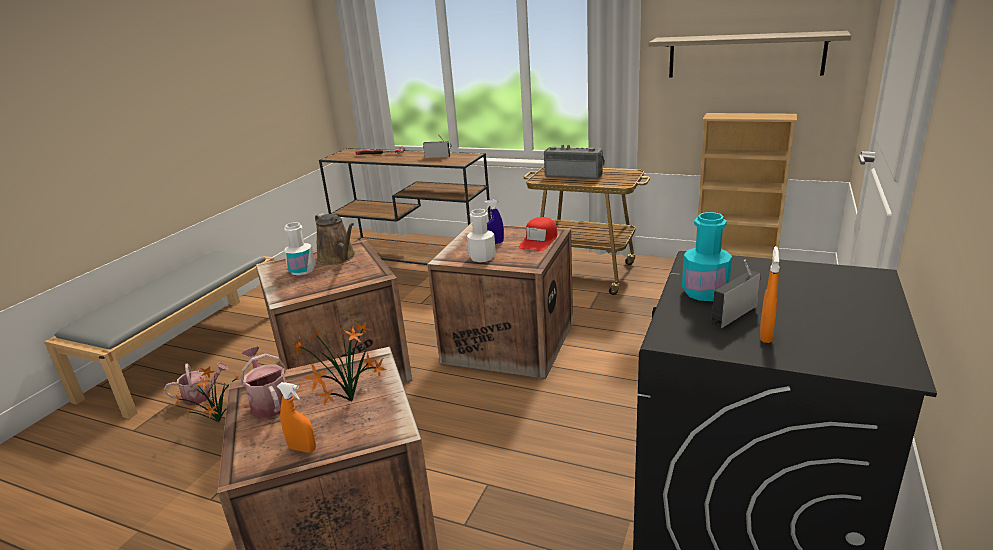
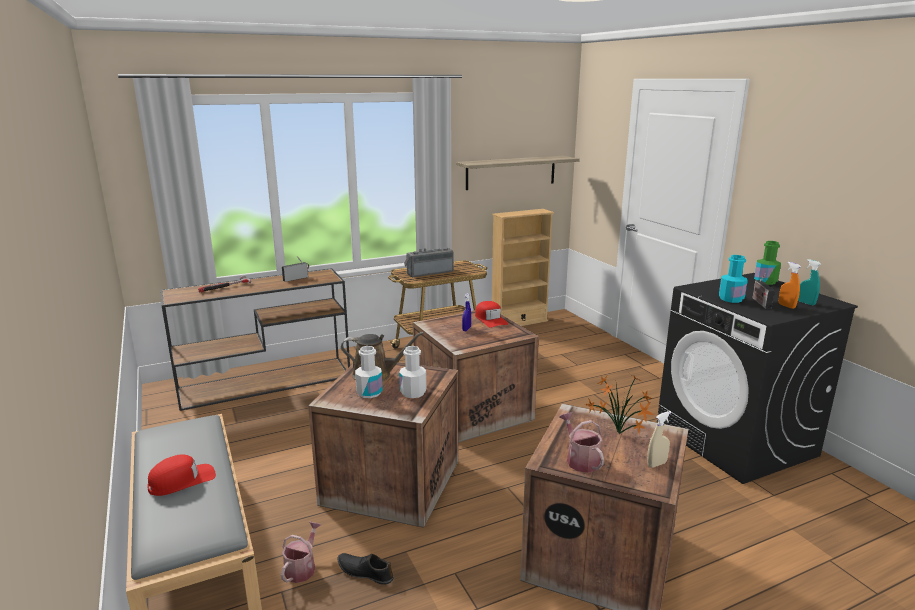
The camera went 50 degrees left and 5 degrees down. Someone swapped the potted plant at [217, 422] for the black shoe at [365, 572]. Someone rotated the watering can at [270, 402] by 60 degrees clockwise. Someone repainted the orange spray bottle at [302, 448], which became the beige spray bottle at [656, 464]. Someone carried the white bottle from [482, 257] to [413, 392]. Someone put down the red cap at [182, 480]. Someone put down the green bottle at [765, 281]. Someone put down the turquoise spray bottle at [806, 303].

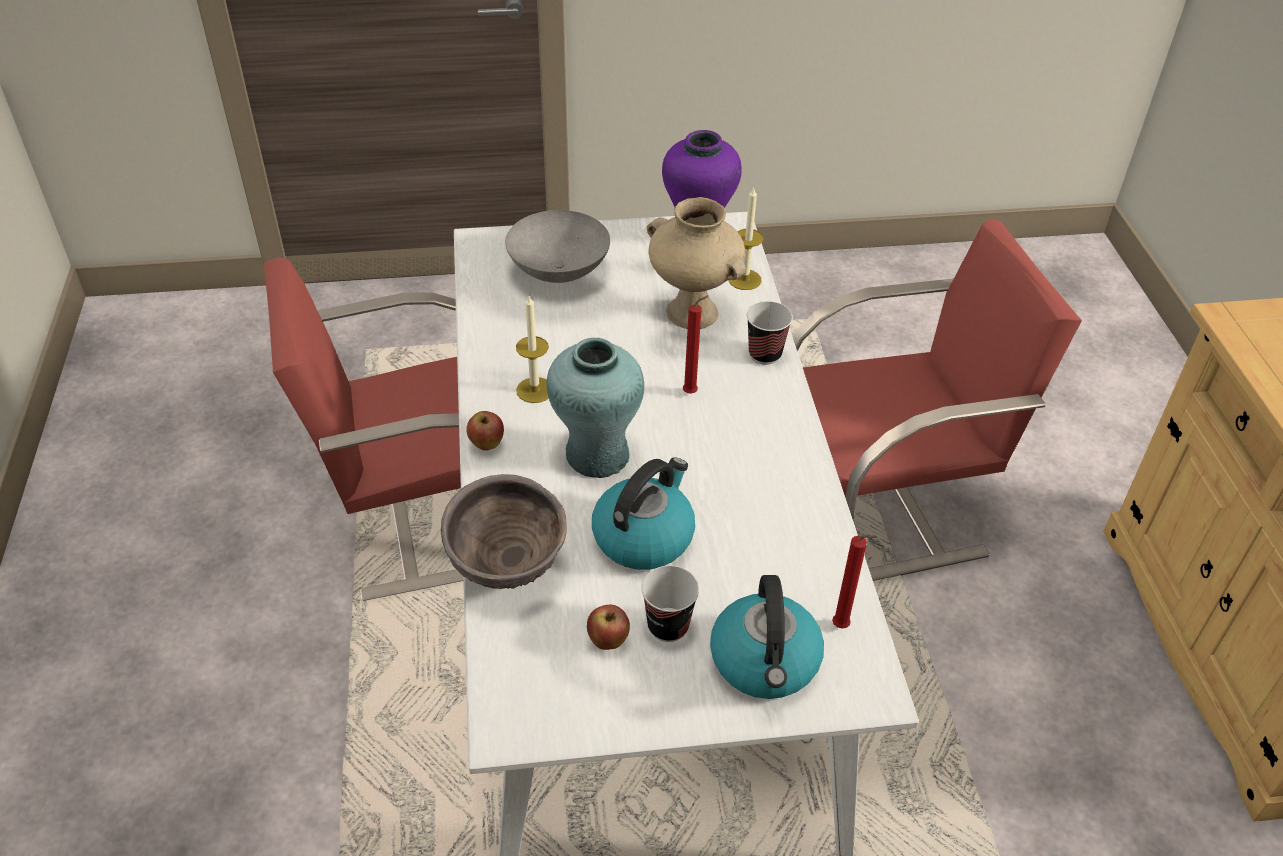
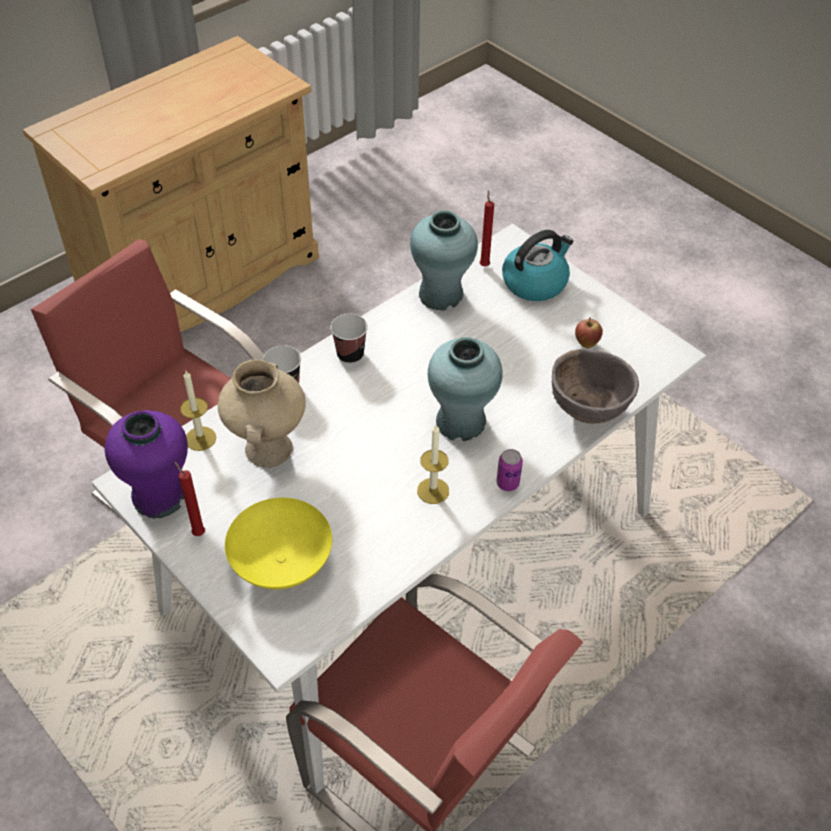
The camera went 125 degrees left and 5 degrees up. Someone swapped the apple at [487, 445] for the can at [507, 483]. Someone repainted the grey bowl at [557, 271], which became the yellow bowl at [282, 564]. Someone took away the kettle at [644, 536]. Someone carried the cup from [668, 626] to [350, 355]. Someone carried the red candle from [692, 392] to [197, 532]. Someone put down the turquoise vase at [441, 294].

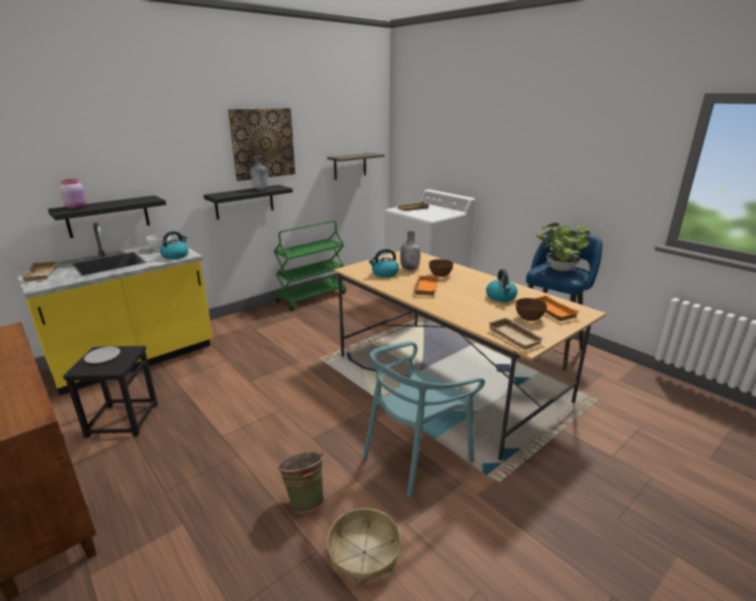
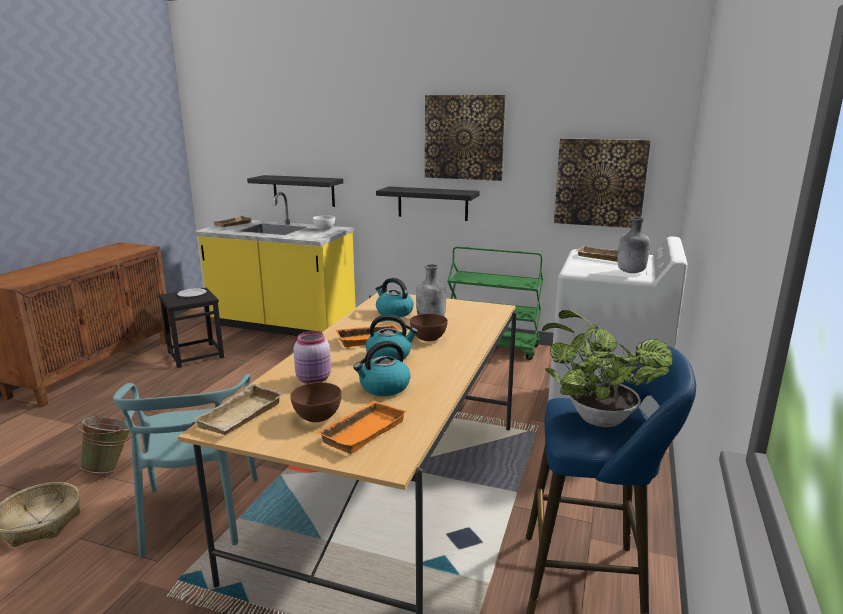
The camera went 60 degrees right and 5 degrees down. Someone carried the pink jar from [77, 207] to [314, 379]. Someone carried the kettle from [175, 255] to [389, 355]. Someone carried the grey bottle from [261, 189] to [631, 272]. Someone swapped the shelf at [350, 166] for the picture at [600, 183]. Someone rotated the turquoise chair at [416, 456] by 120 degrees counterclockwise.

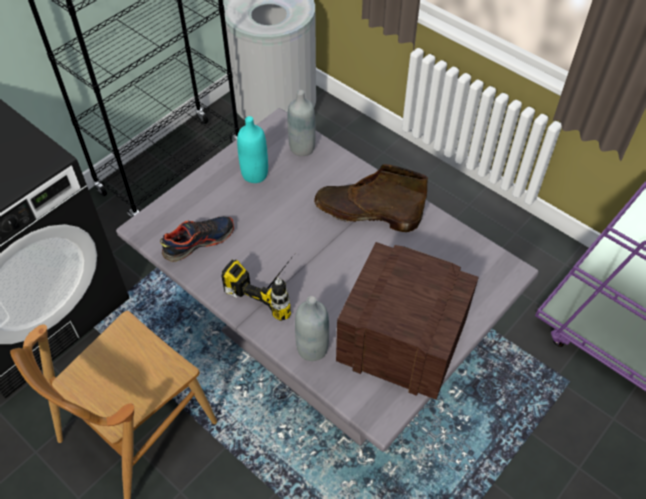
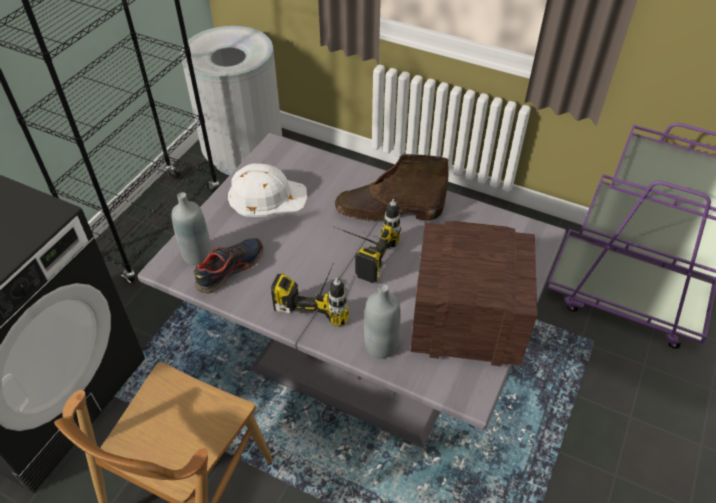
The camera went 15 degrees left and 5 degrees down. Someone swapped the turquoise bottle at [255, 174] for the white hard hat at [266, 196]. Someone carried the grey bottle from [302, 148] to [197, 255]. Someone put down the power drill at [358, 251].

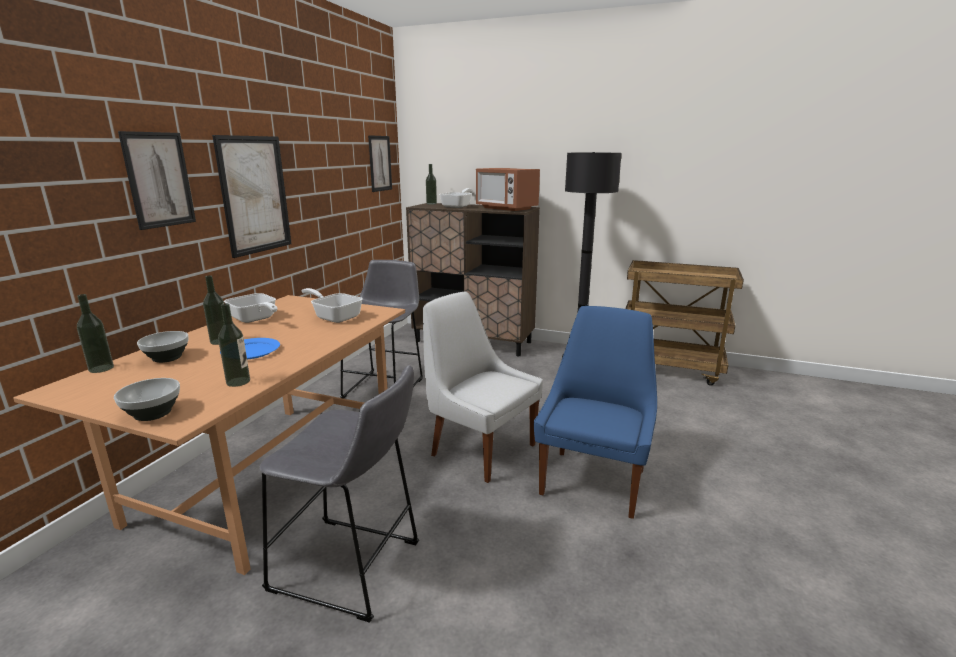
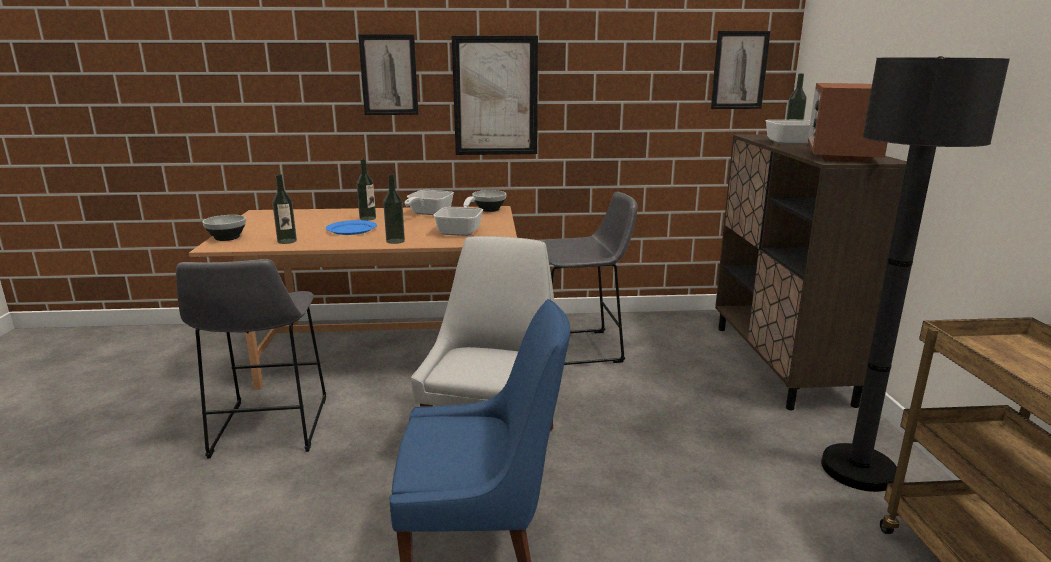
The camera went 65 degrees right and 0 degrees up. Someone carried the bottle from [101, 368] to [395, 241]. Someone carried the bowl from [168, 358] to [490, 209].

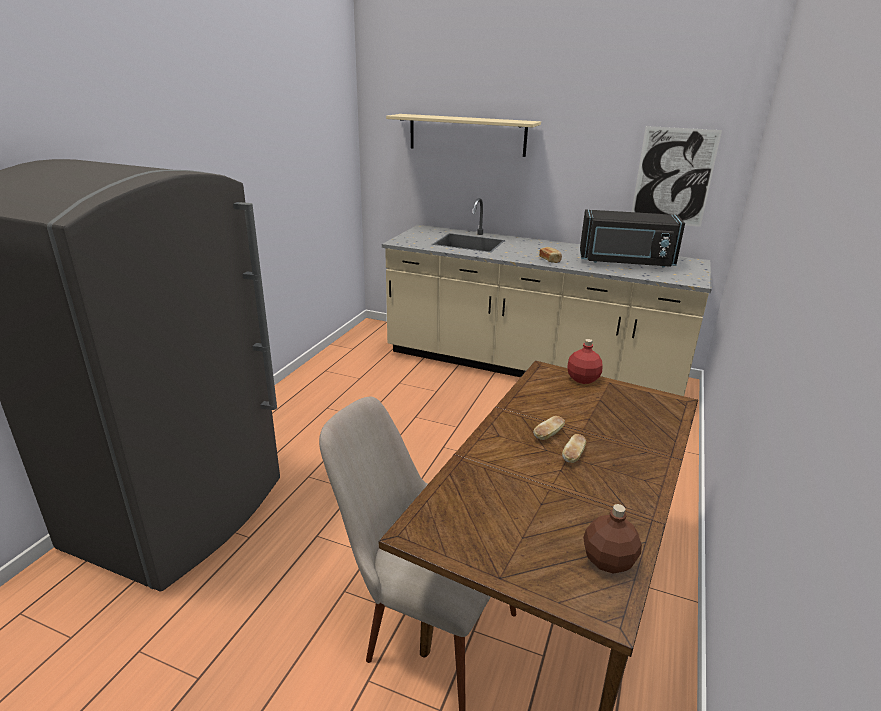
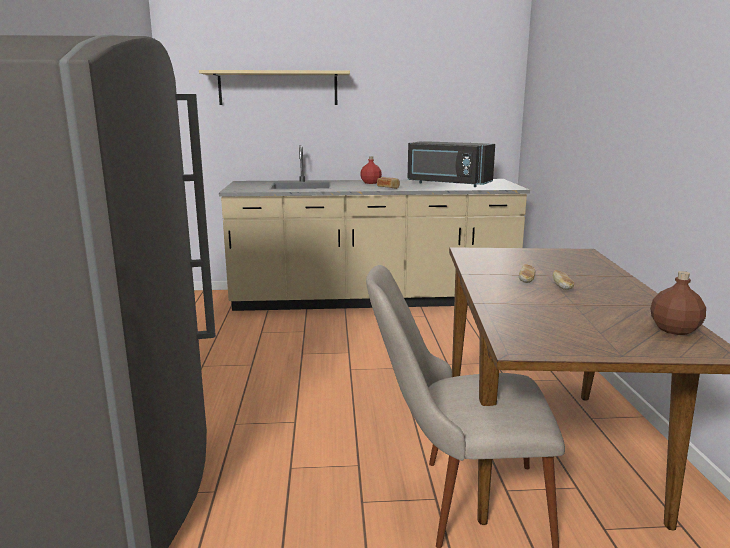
The camera went 25 degrees left and 10 degrees down. Someone carried the red bottle from [583, 379] to [370, 183]. Someone rotated the black microwave at [626, 262] by 45 degrees clockwise. Someone took away the picture at [673, 177].

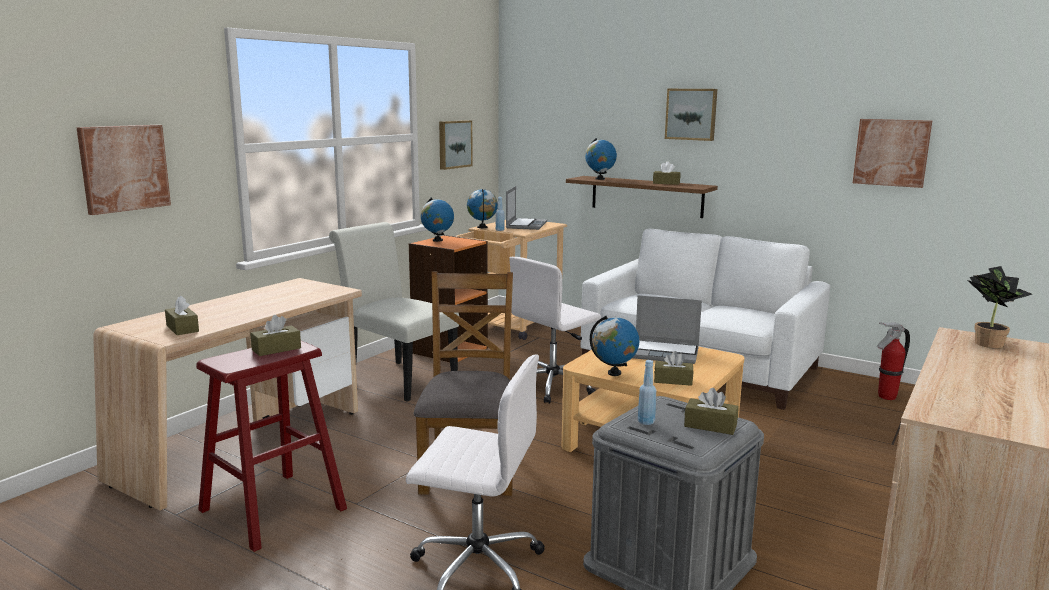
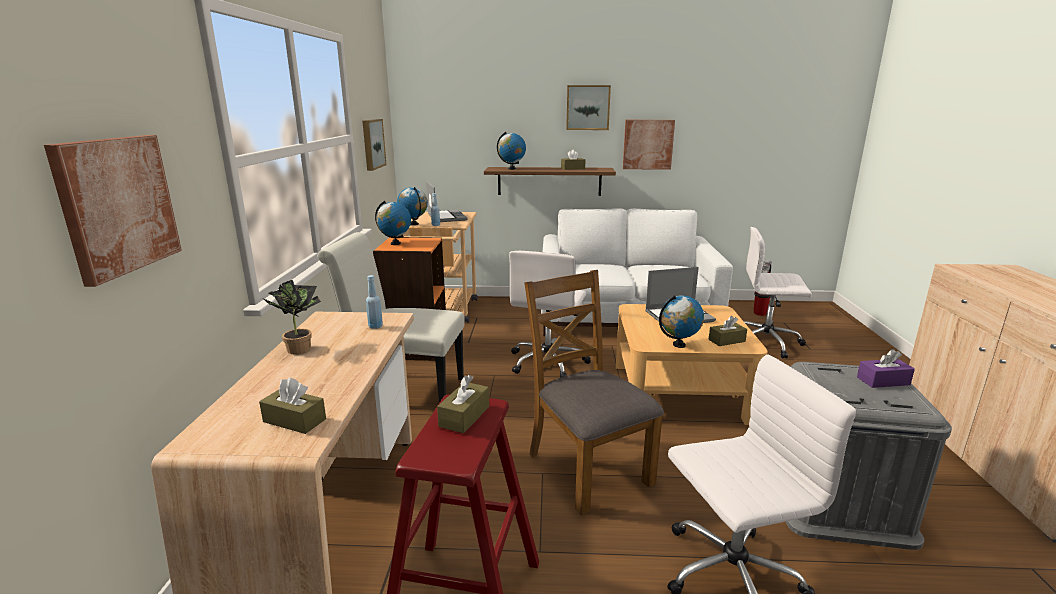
The camera went 30 degrees left and 5 degrees up. Someone carried the blue bottle from [646, 422] to [375, 326]. Someone repainted the brown tissue box at [710, 425], which became the purple tissue box at [883, 381]. Someone carried the picture from [891, 152] to [648, 144]. Someone carried the potted plant from [987, 343] to [299, 348]. Someone put down the white office chair at [767, 342].

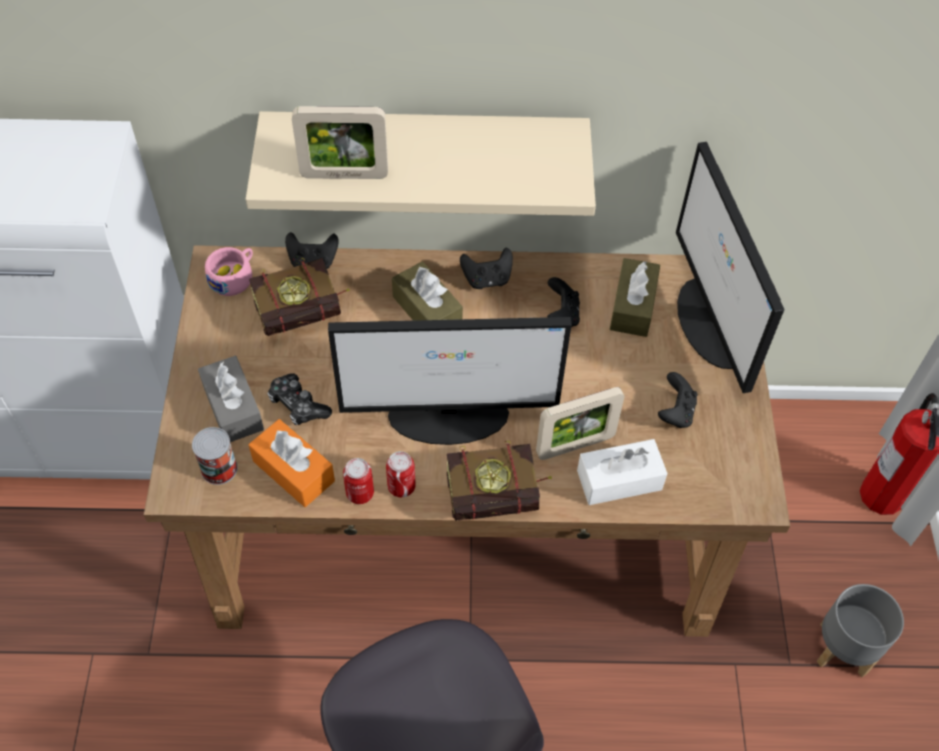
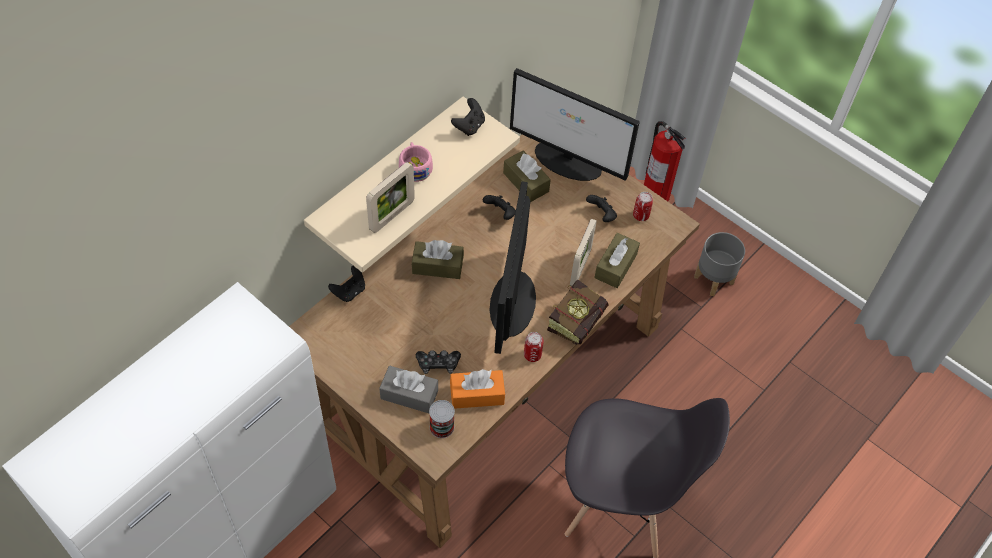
The camera went 50 degrees left and 0 degrees up. Someone carried the pink cup from [234, 277] to [415, 167]. Someone took away the book at [307, 313]. Someone rotated the monitor at [450, 415] by 150 degrees clockwise. Someone carried the can from [360, 493] to [641, 215]. Someone carried the black game controller from [487, 279] to [469, 126]. Someone repainted the white tissue box at [619, 480], which became the brown tissue box at [615, 266].

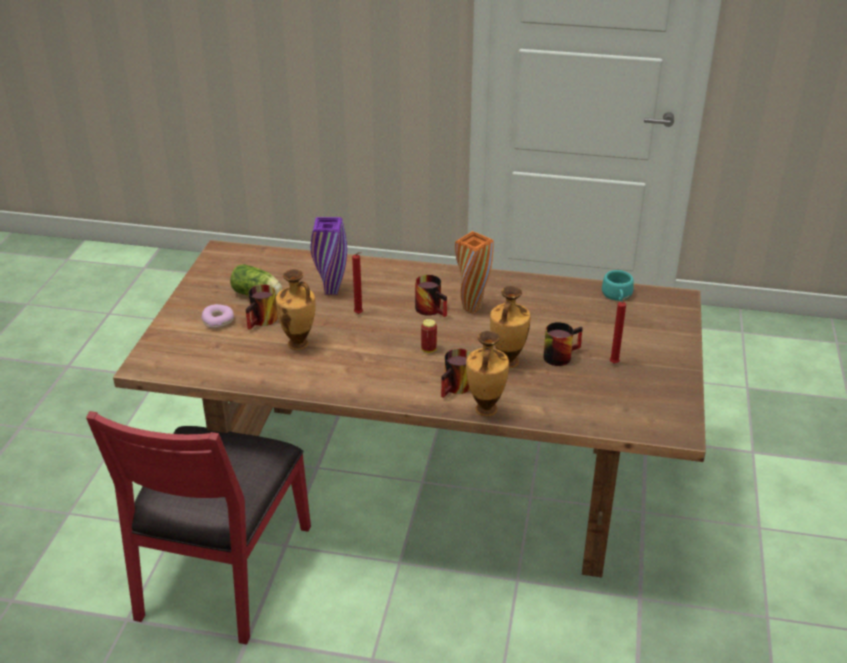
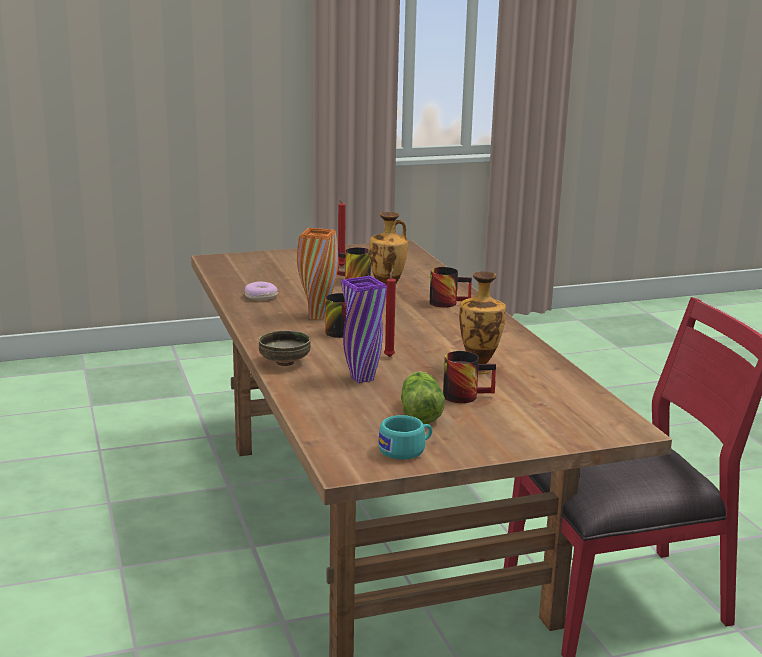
The camera went 120 degrees left and 15 degrees down. Someone carried the donut from [218, 321] to [260, 297]. Someone took away the can at [429, 349]. Someone took away the vase at [485, 410]. Someone carried the turquoise cup from [617, 296] to [406, 450]. Someone put down the bowl at [284, 363].

